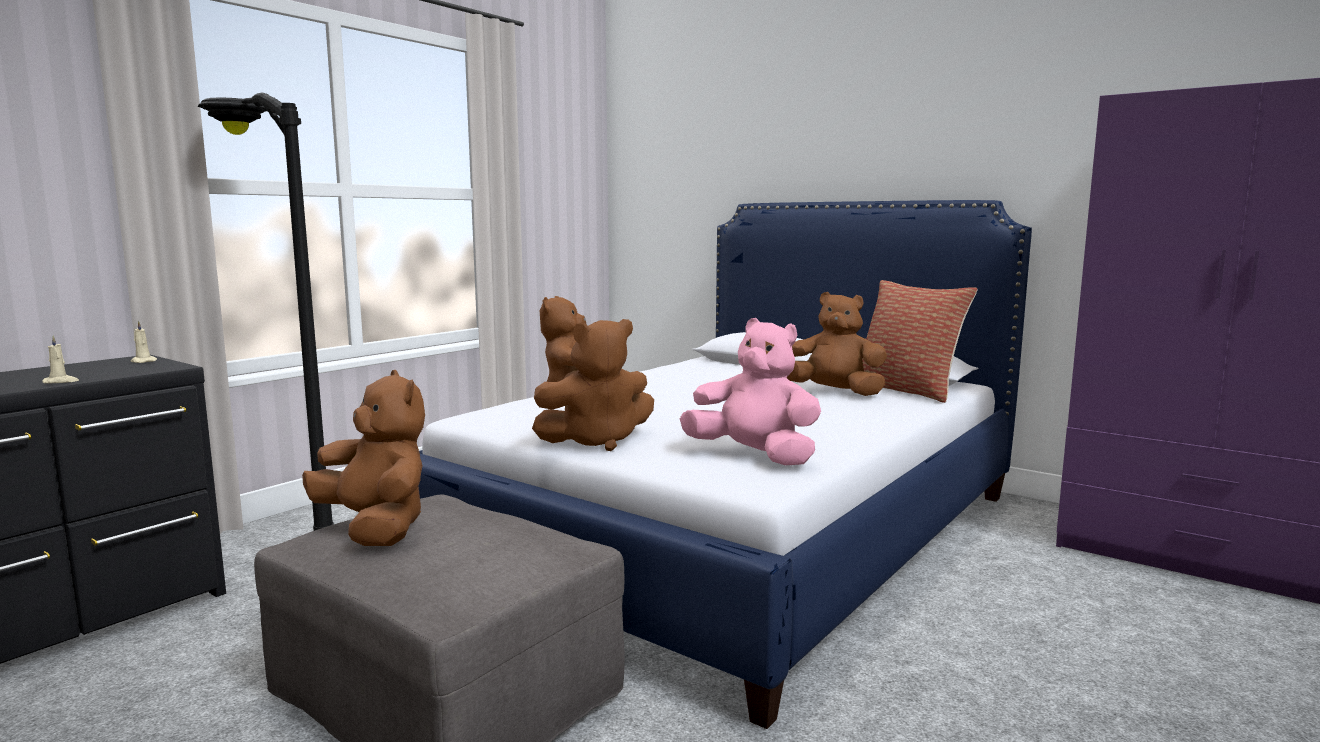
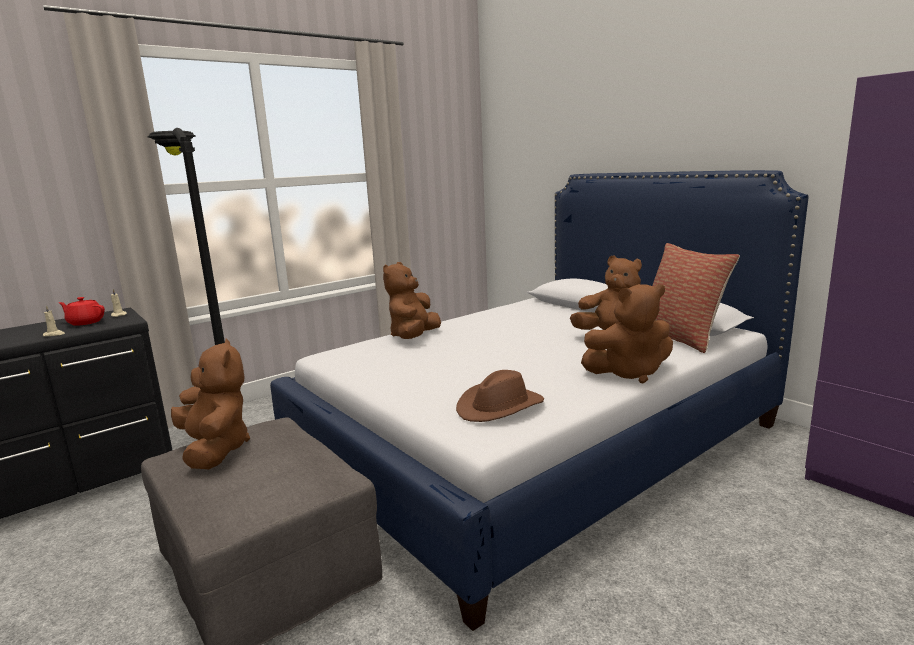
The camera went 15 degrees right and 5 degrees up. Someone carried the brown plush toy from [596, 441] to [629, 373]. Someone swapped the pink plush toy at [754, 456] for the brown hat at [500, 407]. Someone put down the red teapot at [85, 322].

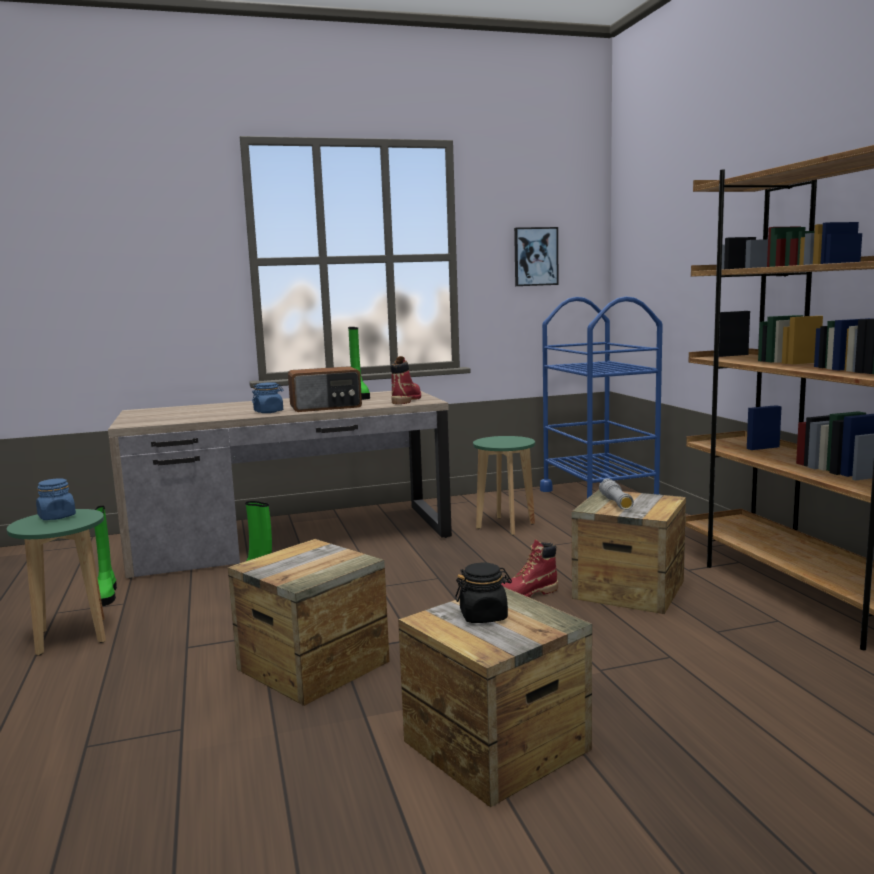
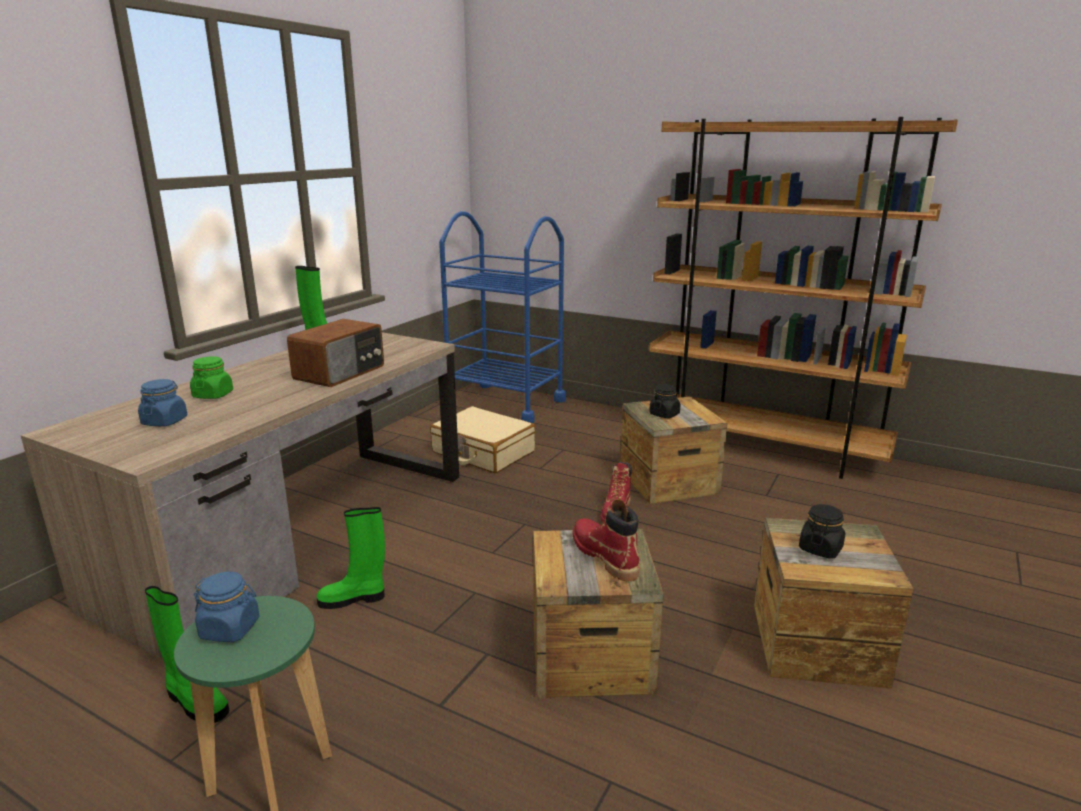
The camera went 45 degrees left and 10 degrees up. Someone carried the blue jar from [269, 412] to [165, 421]. Someone carried the red boot from [406, 400] to [604, 556]. Someone swapped the green stool at [506, 526] for the beige suitcase at [483, 452]. Someone took away the picture at [535, 256]. Someone swapped the grey flashlight at [616, 503] for the black jar at [664, 414]. Someone put down the green jar at [213, 395].

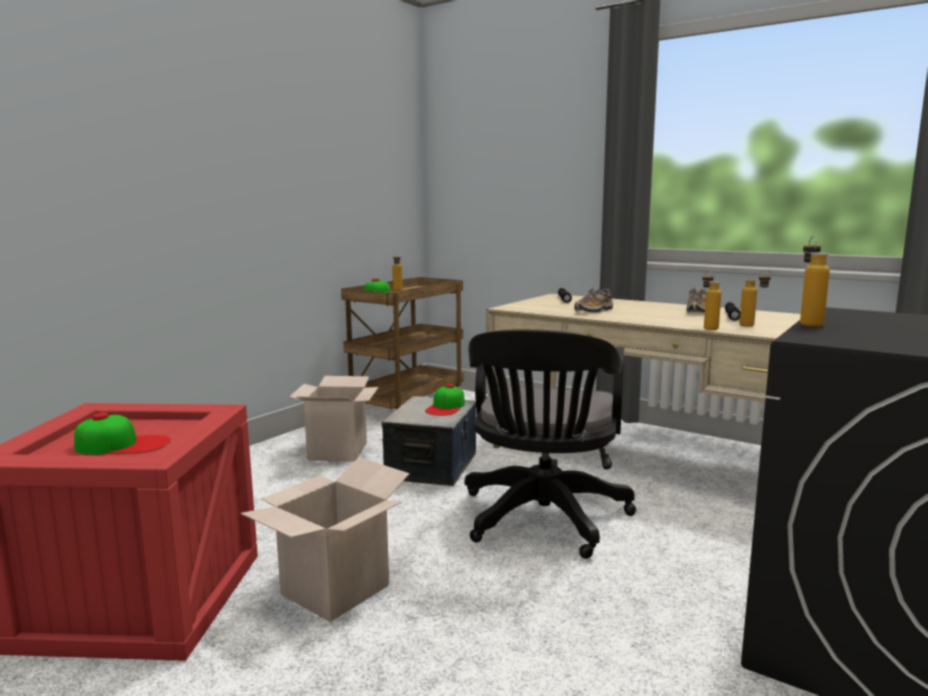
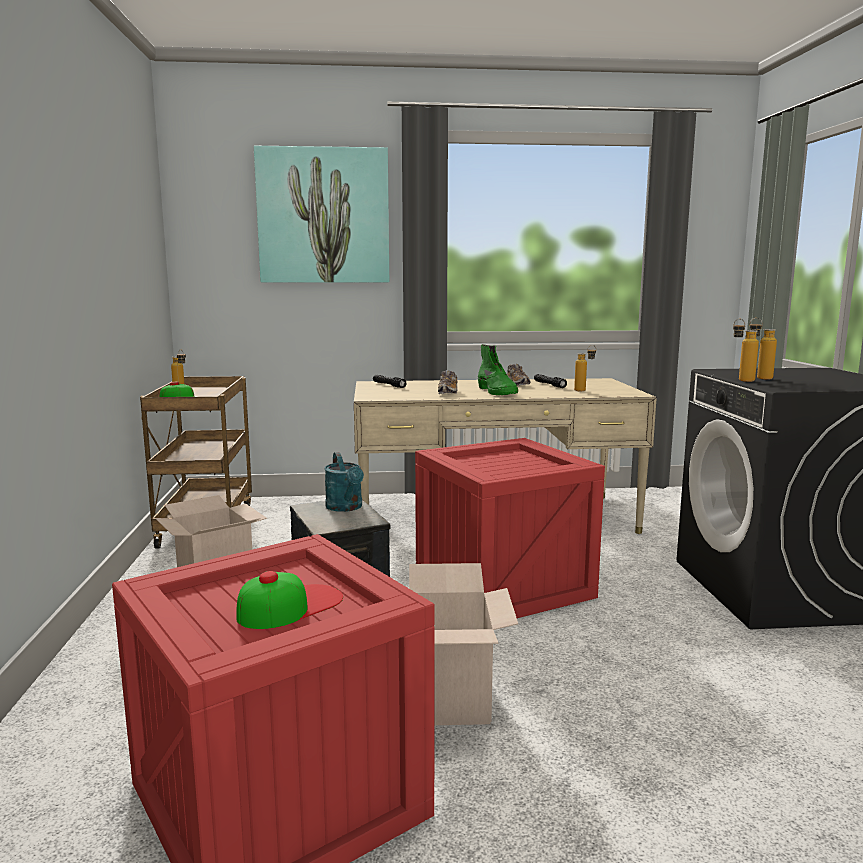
The camera went 40 degrees left and 0 degrees up. Someone swapped the cap at [446, 407] for the turquoise watering can at [346, 508]. Someone swapped the black office chair at [542, 521] for the crate at [502, 586]. Someone carried the bottle from [708, 327] to [758, 378]. Someone put up the picture at [323, 216]. Someone put down the green boot at [497, 392].

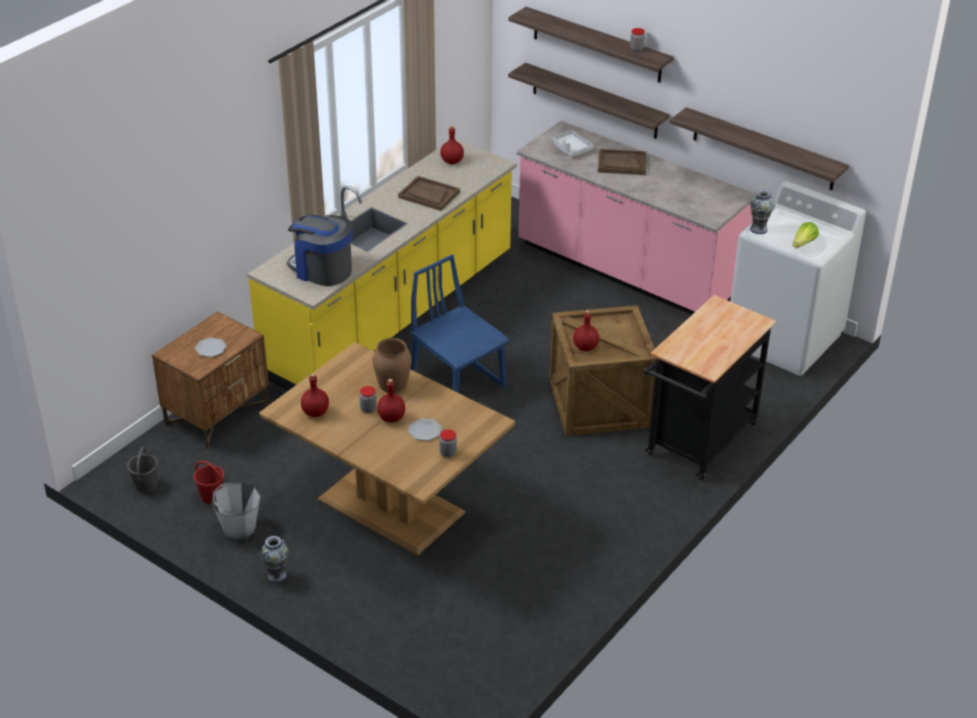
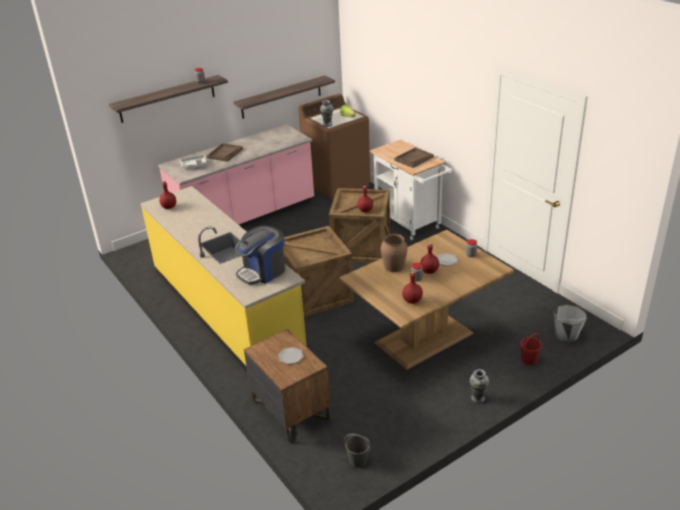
The camera went 70 degrees left and 5 degrees down. Someone carried the red bucket from [212, 497] to [529, 360]. Someone carried the grey bucket from [238, 527] to [566, 335]. Someone carried the brown tray from [429, 195] to [413, 159]. Someone swapped the blue chair at [459, 382] for the crate at [315, 294]. Someone took away the shelf at [594, 101]. Someone repainted the black cart at [697, 444], which became the white cart at [410, 223]. Someone repainted the white washing machine at [784, 339], which became the brown washing machine at [337, 184].

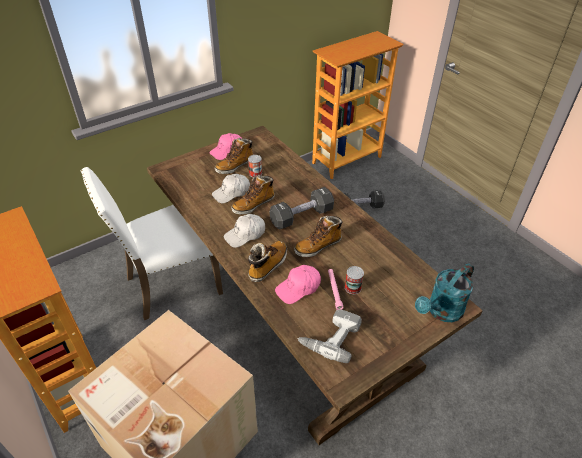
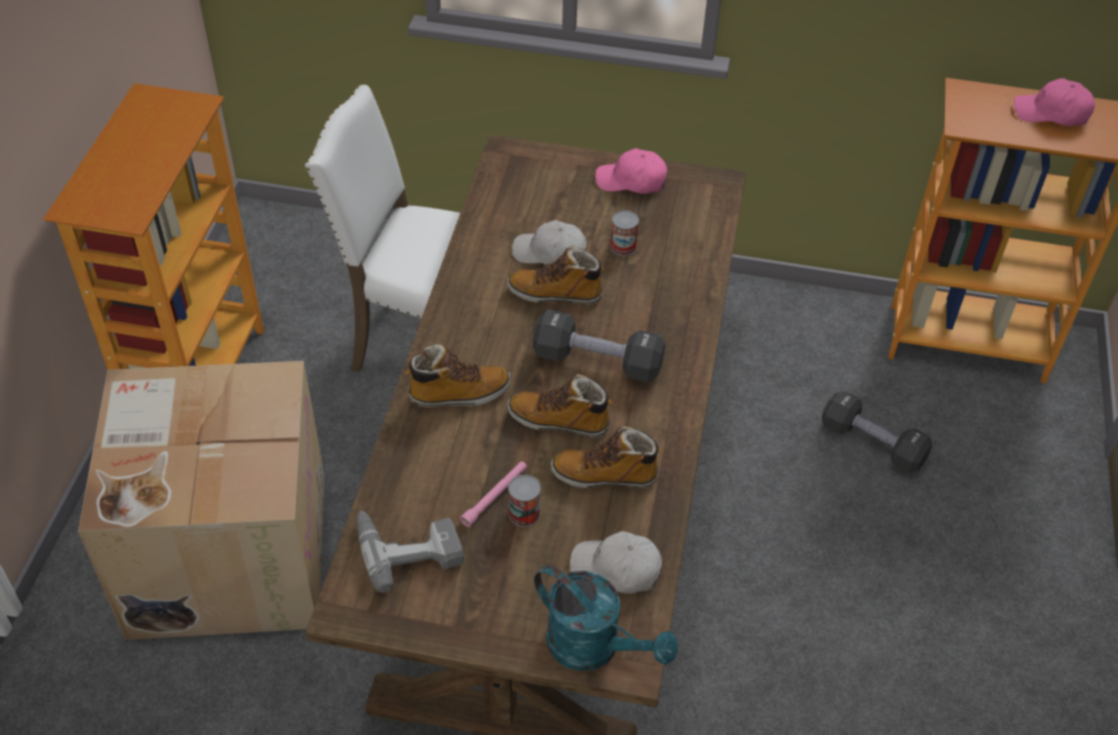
The camera went 45 degrees right and 5 degrees up. Someone carried the boot from [235, 166] to [605, 475]. Someone carried the white cap from [245, 235] to [616, 569]. Someone carried the pink cap from [298, 288] to [1051, 113]. Someone rotated the turquoise watering can at [441, 312] by 150 degrees counterclockwise.

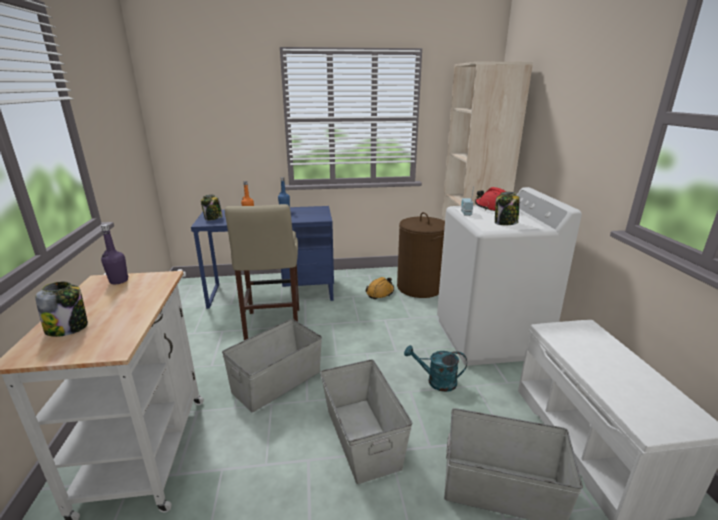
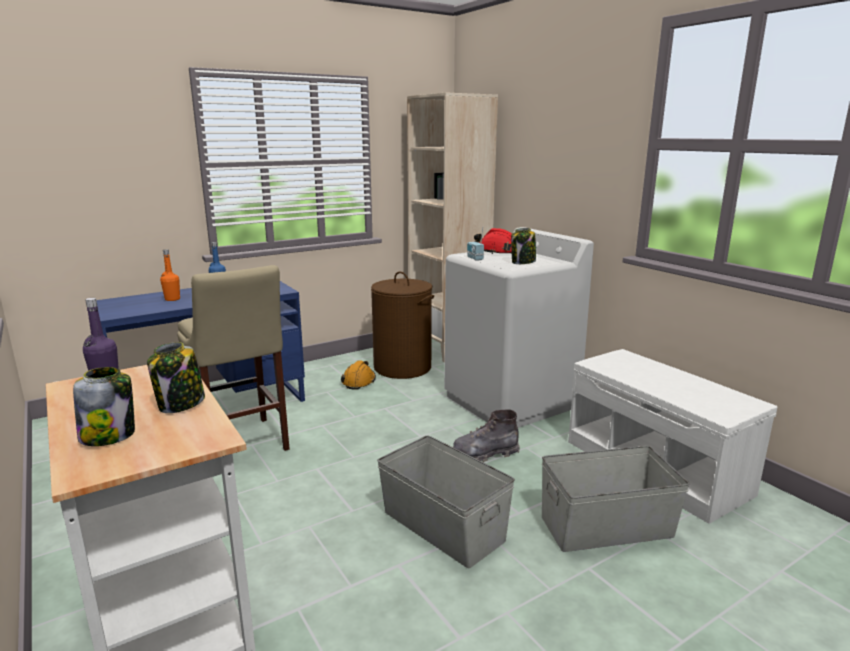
The camera went 25 degrees left and 5 degrees down. Someone carried the jar from [213, 218] to [181, 404]. Someone took away the grey storage box at [277, 382]. Someone swapped the turquoise watering can at [436, 381] for the grey boot at [484, 454].

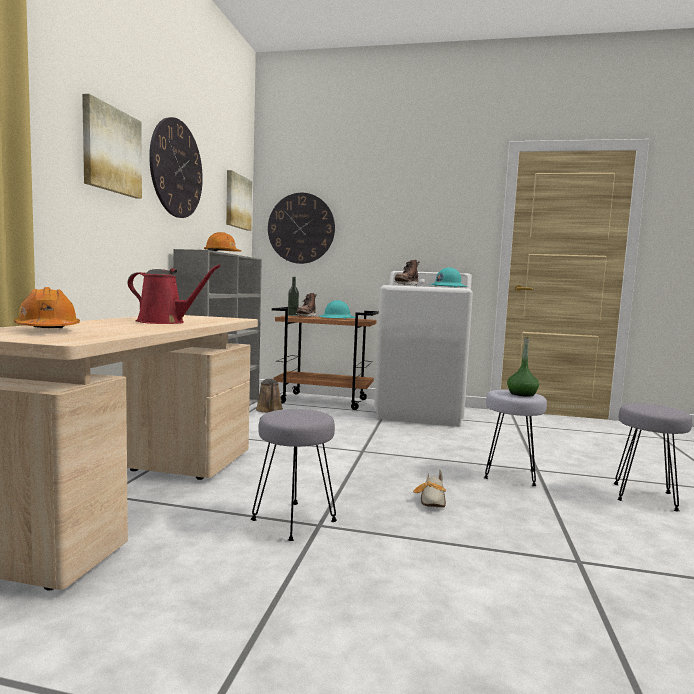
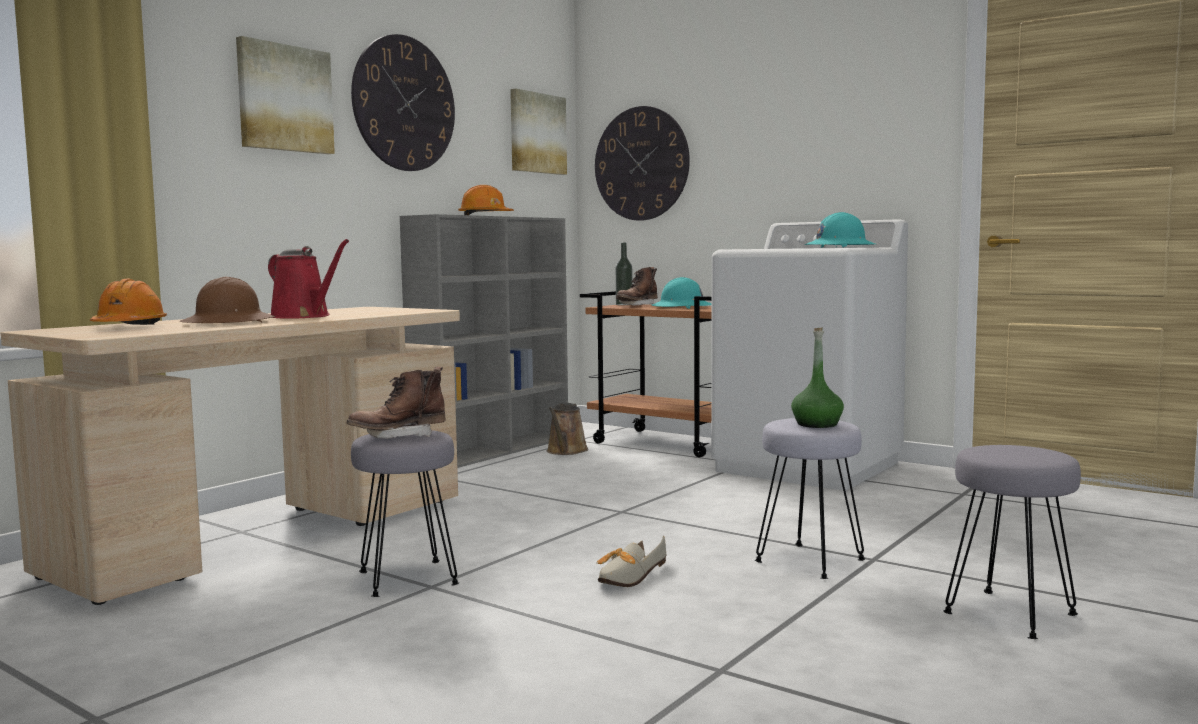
The camera went 25 degrees right and 0 degrees up. Someone carried the brown boot from [406, 285] to [398, 436]. Someone put down the brown hard hat at [229, 323].

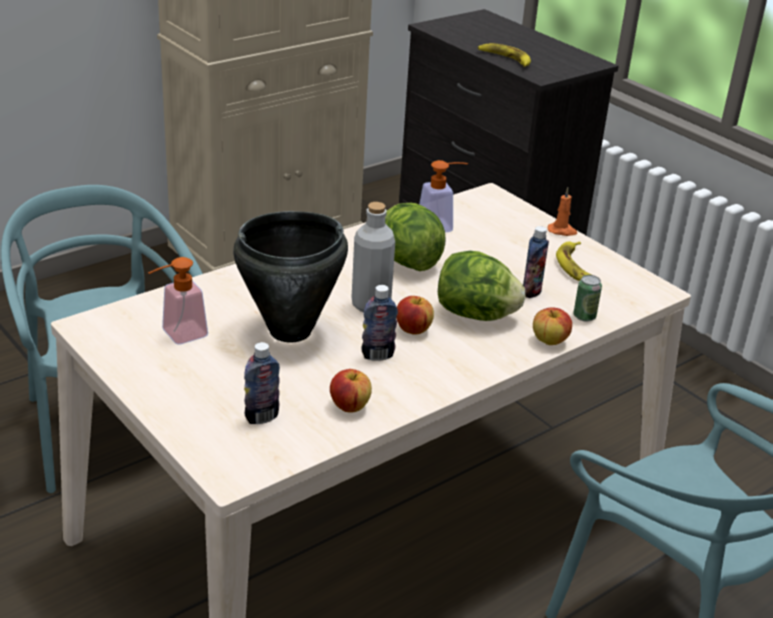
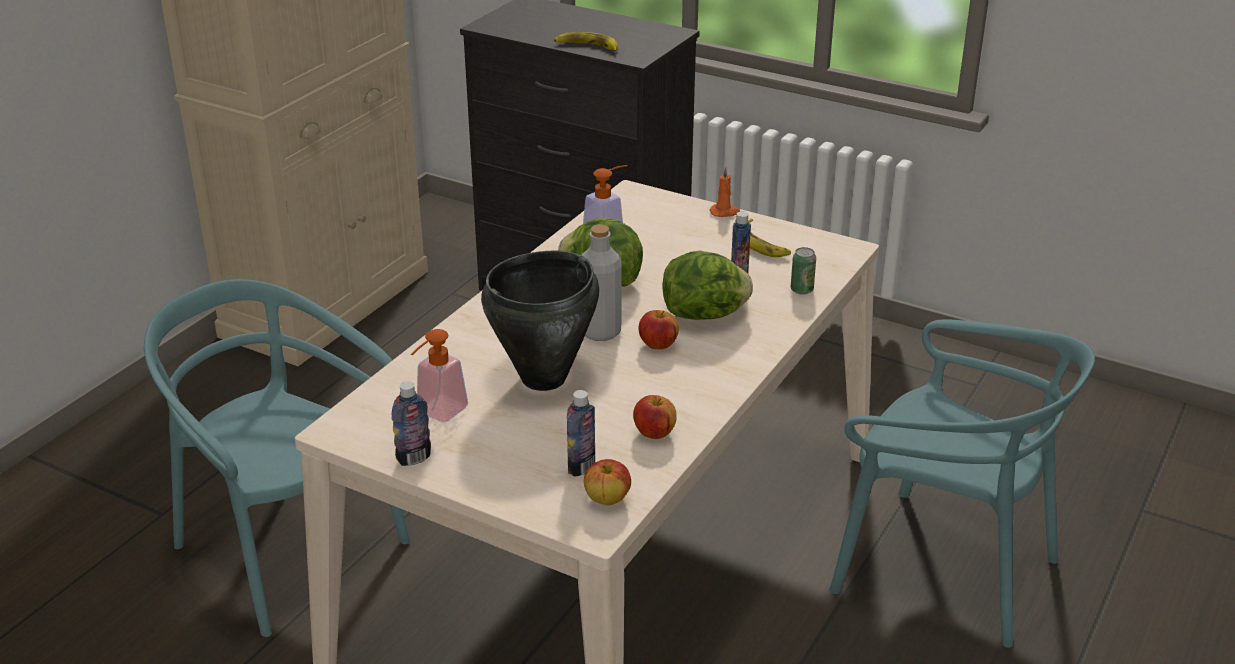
The camera went 20 degrees left and 0 degrees up. Someone carried the bottle from [377, 355] to [414, 458]. Someone carried the apple from [550, 341] to [607, 499].

